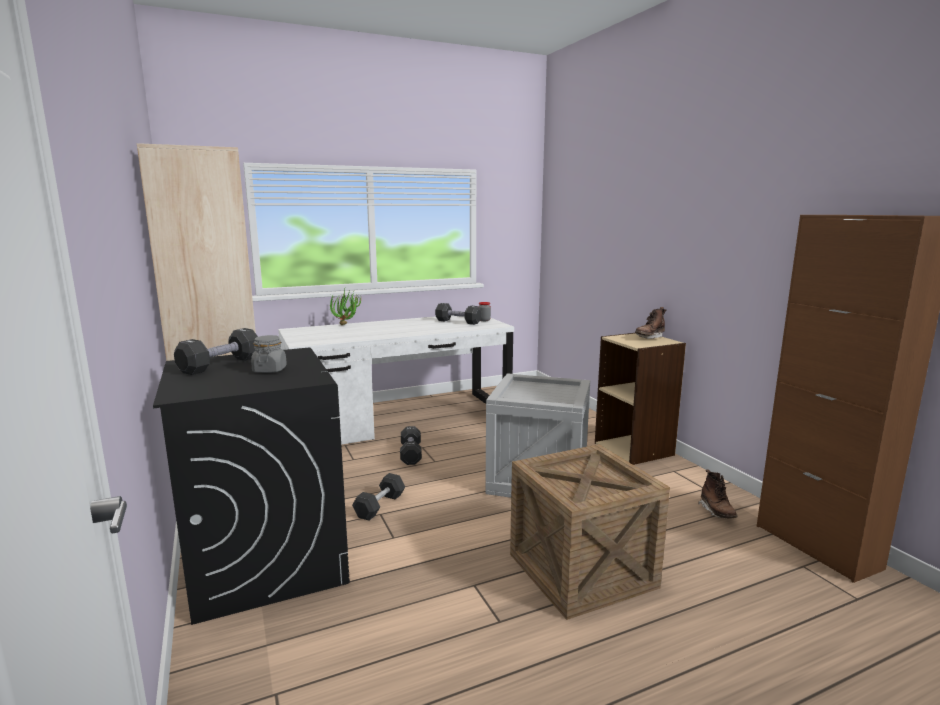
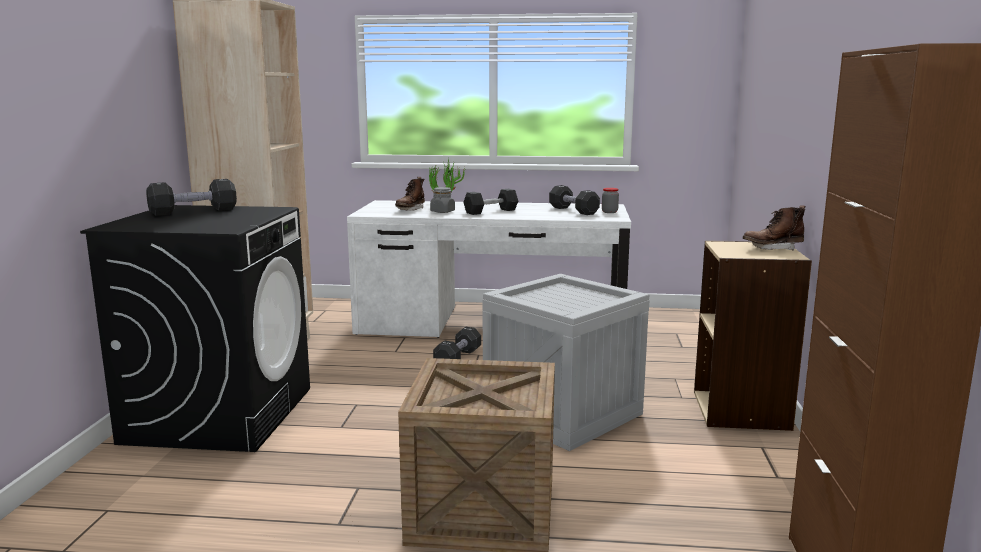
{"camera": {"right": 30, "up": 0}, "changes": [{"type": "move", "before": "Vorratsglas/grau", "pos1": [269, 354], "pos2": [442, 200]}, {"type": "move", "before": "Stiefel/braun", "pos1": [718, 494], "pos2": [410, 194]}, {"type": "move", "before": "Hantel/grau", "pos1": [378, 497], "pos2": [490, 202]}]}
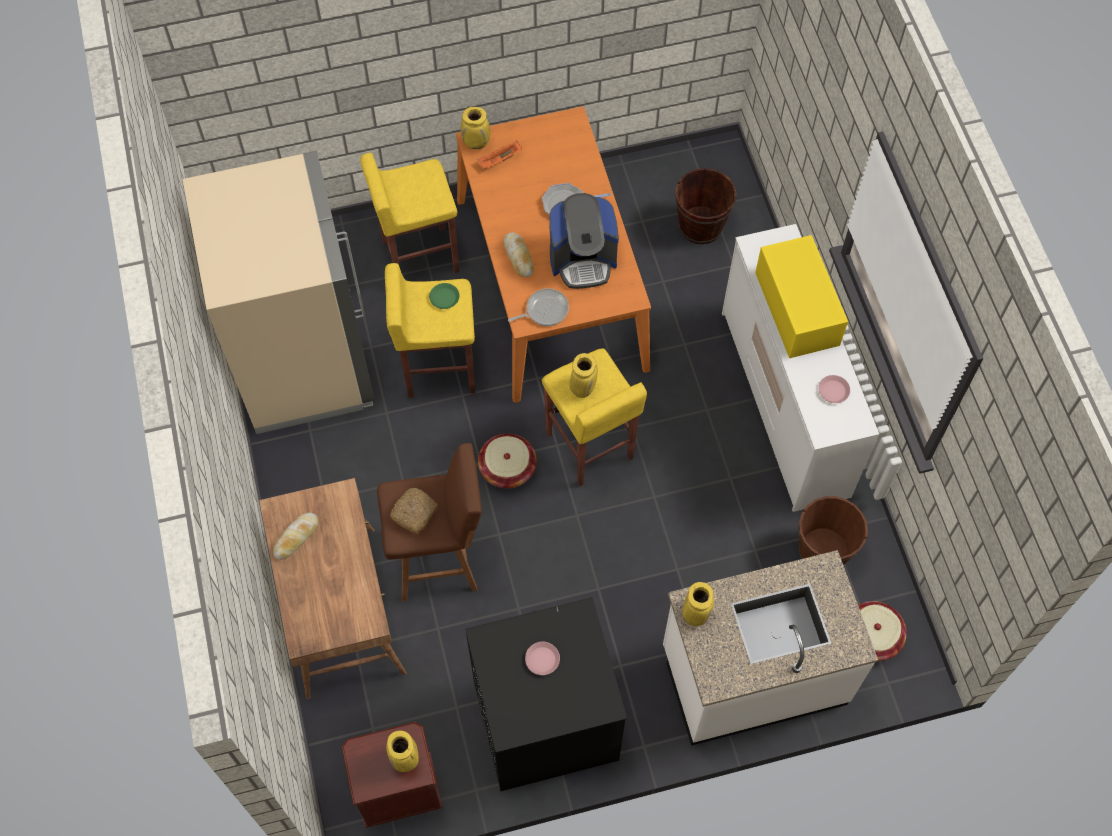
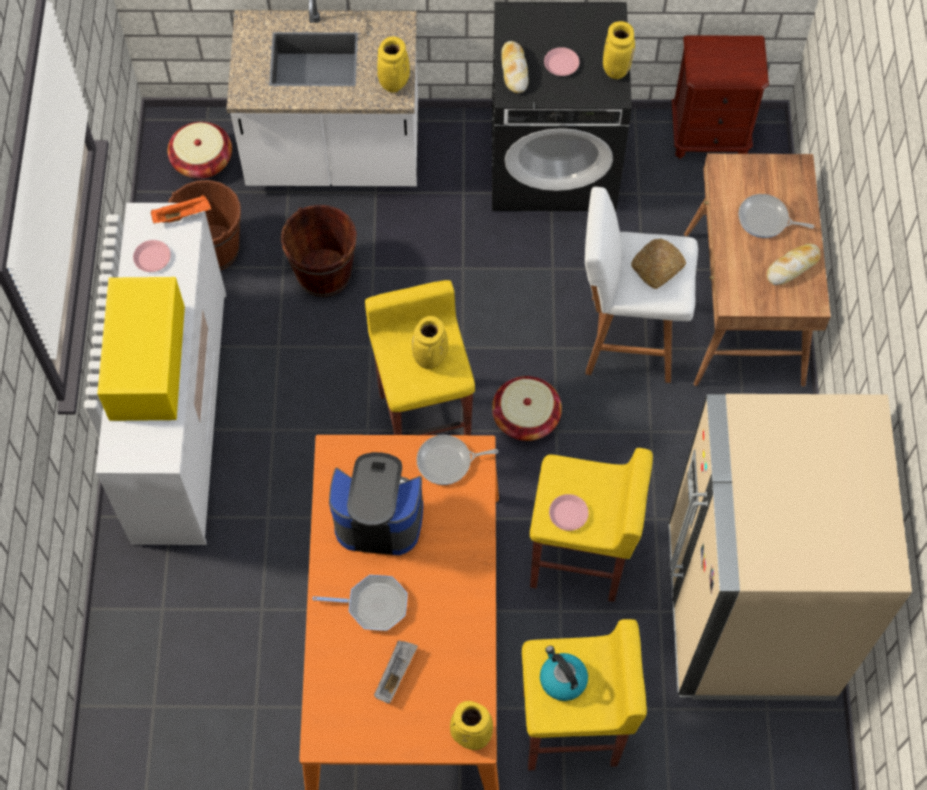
{"camera": {"right": -165, "up": 0}, "changes": [{"type": "move", "before": "Tablett/orange", "pos1": [499, 155], "pos2": [181, 209]}, {"type": "move", "before": "Eimer/braun", "pos1": [706, 206], "pos2": [319, 251]}, {"type": "move", "before": "Brot", "pos1": [519, 254], "pos2": [515, 67]}, {"type": "recolor", "before": "Teller/grün", "after": "Teller/rosa", "pos1": [444, 296], "pos2": [569, 512]}, {"type": "recolor", "before": "Hocker/braun", "after": "Hocker/weiß", "pos1": [429, 522], "pos2": [641, 285]}, {"type": "move", "before": "Vase/gelb", "pos1": [402, 751], "pos2": [619, 50]}, {"type": "insert", "after": "Pfanne", "pos2": [776, 216]}, {"type": "insert", "after": "Tablett/grau", "pos2": [396, 672]}, {"type": "insert", "after": "Wasserkessel", "pos2": [564, 673]}]}
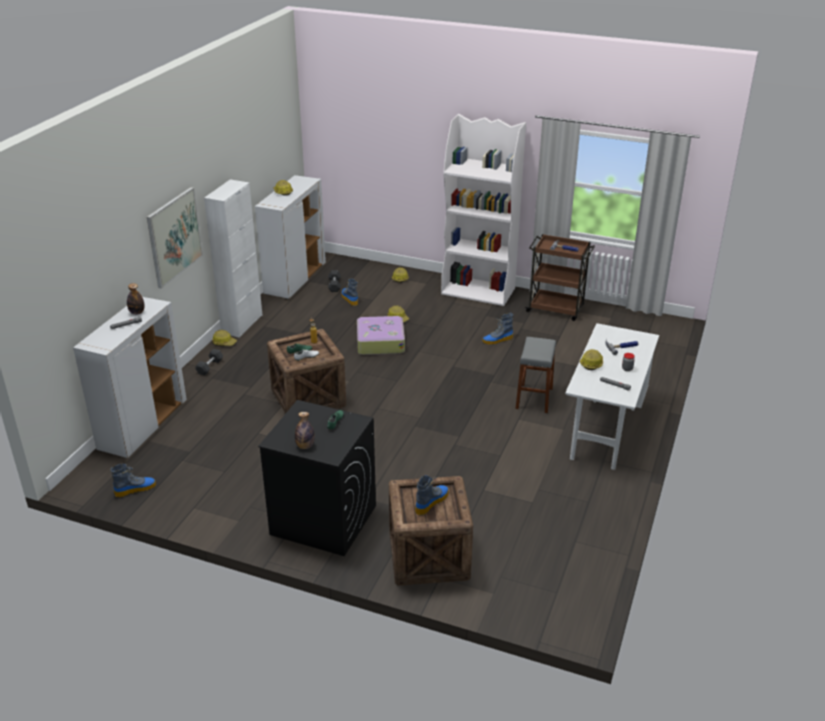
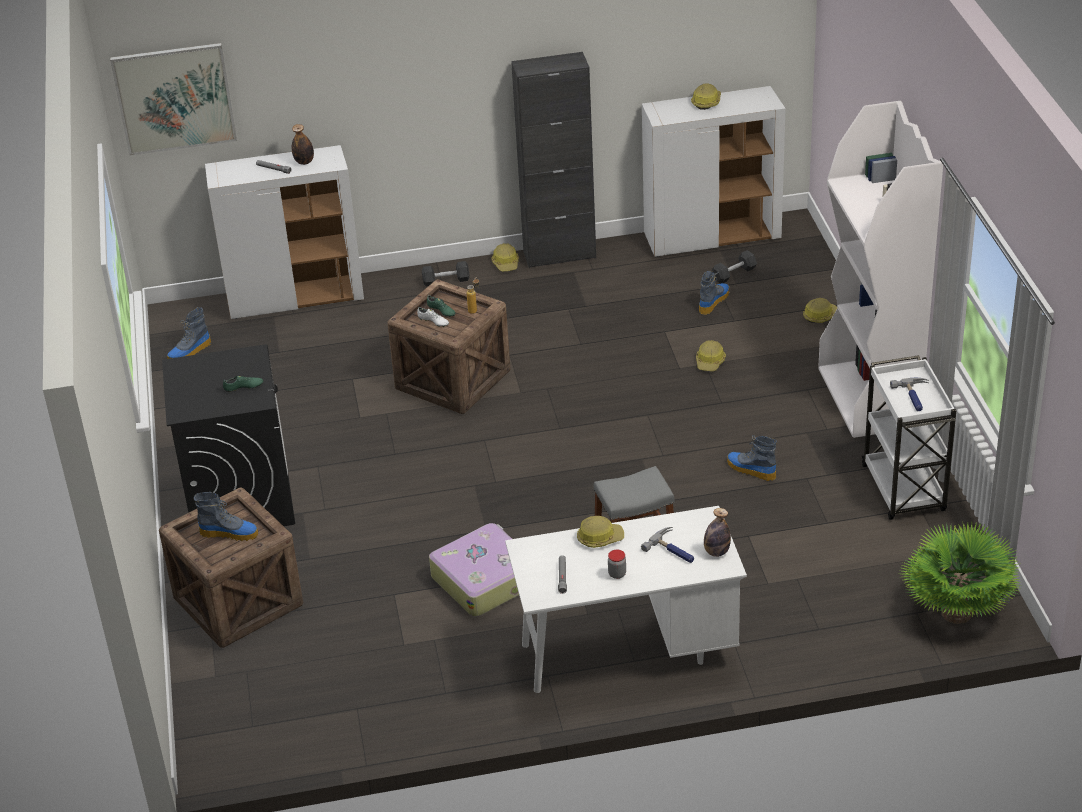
{"camera": {"right": 60, "up": 5}, "changes": [{"type": "recolor", "before": "Schrank/weiß", "after": "Schrank/schwarz", "pos1": [233, 259], "pos2": [553, 160]}, {"type": "move", "before": "Bild", "pos1": [175, 238], "pos2": [173, 99]}, {"type": "recolor", "before": "Rollwagen/braun", "after": "Rollwagen/weiß", "pos1": [559, 277], "pos2": [908, 437]}, {"type": "move", "before": "Koffer", "pos1": [381, 335], "pos2": [474, 570]}, {"type": "move", "before": "Flasche", "pos1": [305, 430], "pos2": [717, 532]}, {"type": "rotate", "before": "Stiefel", "pos1": [133, 480], "pos2": [189, 333], "turn": 105}, {"type": "insert", "after": "Topfpflanze", "pos2": [961, 572]}]}
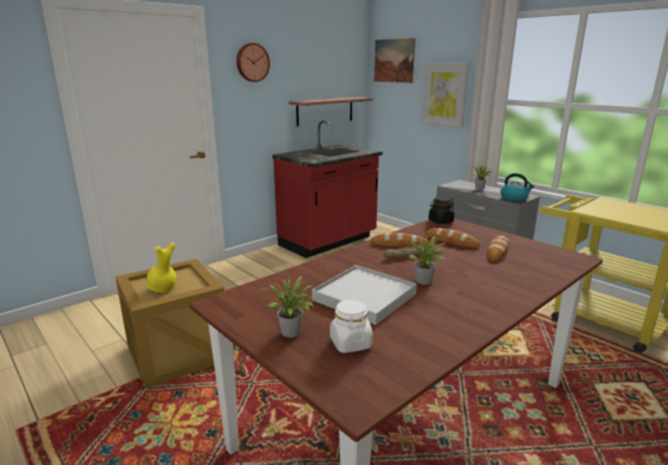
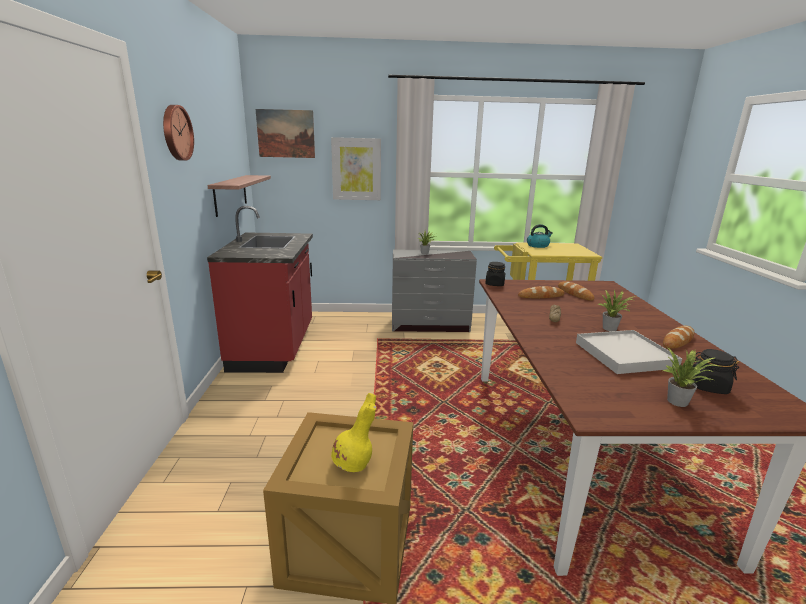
{"camera": {"right": -50, "up": 0}, "changes": [{"type": "move", "before": "Wasserkessel", "pos1": [517, 187], "pos2": [540, 236]}, {"type": "move", "before": "Brot", "pos1": [399, 240], "pos2": [678, 337]}, {"type": "recolor", "before": "Vorratsglas/weiß", "after": "Vorratsglas/schwarz", "pos1": [351, 326], "pos2": [716, 371]}]}
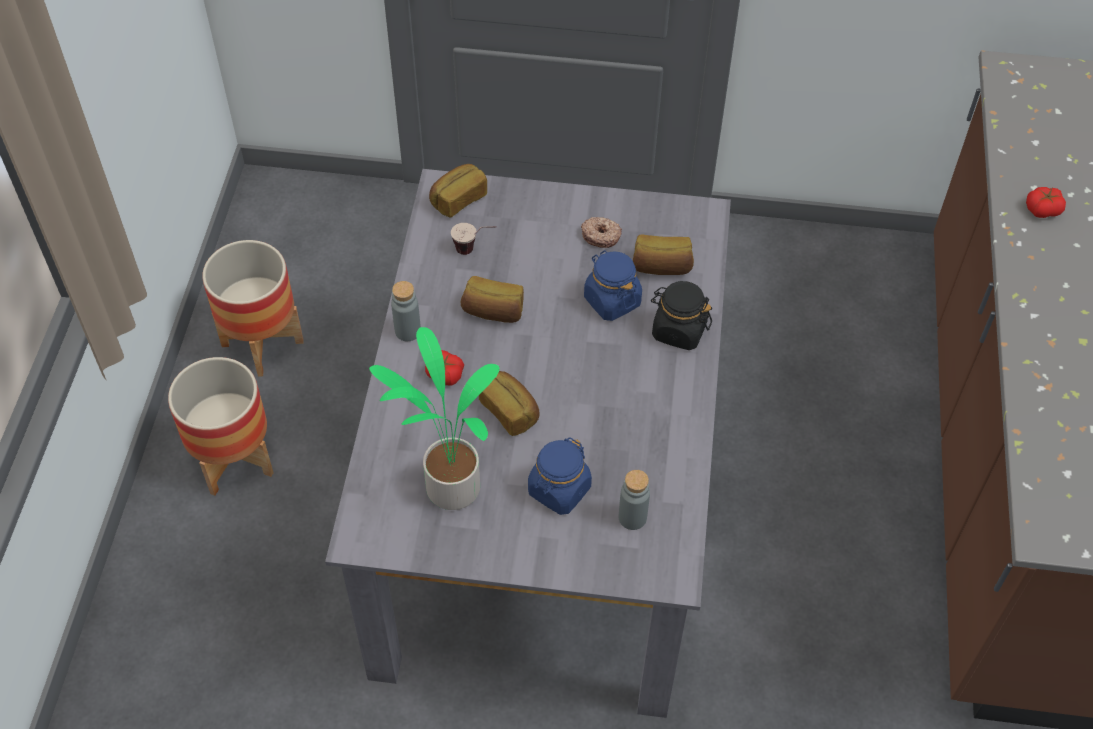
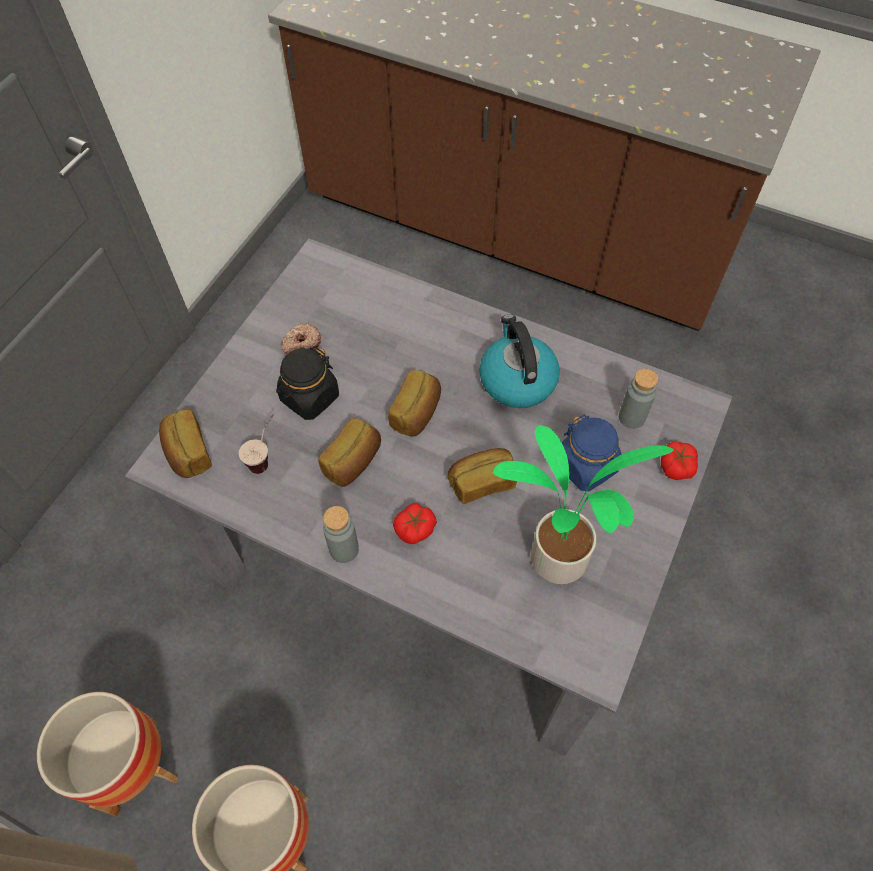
{"camera": {"right": -70, "up": 5}, "changes": [{"type": "move", "before": "Tomate", "pos1": [1046, 202], "pos2": [679, 460]}, {"type": "move", "before": "Brot", "pos1": [663, 255], "pos2": [414, 403]}, {"type": "delete", "before": "Vorratsglas/blau", "pos1": [613, 285]}, {"type": "move", "before": "Vorratsglas/schwarz", "pos1": [681, 315], "pos2": [307, 383]}, {"type": "insert", "after": "Wasserkessel", "pos2": [519, 361]}]}
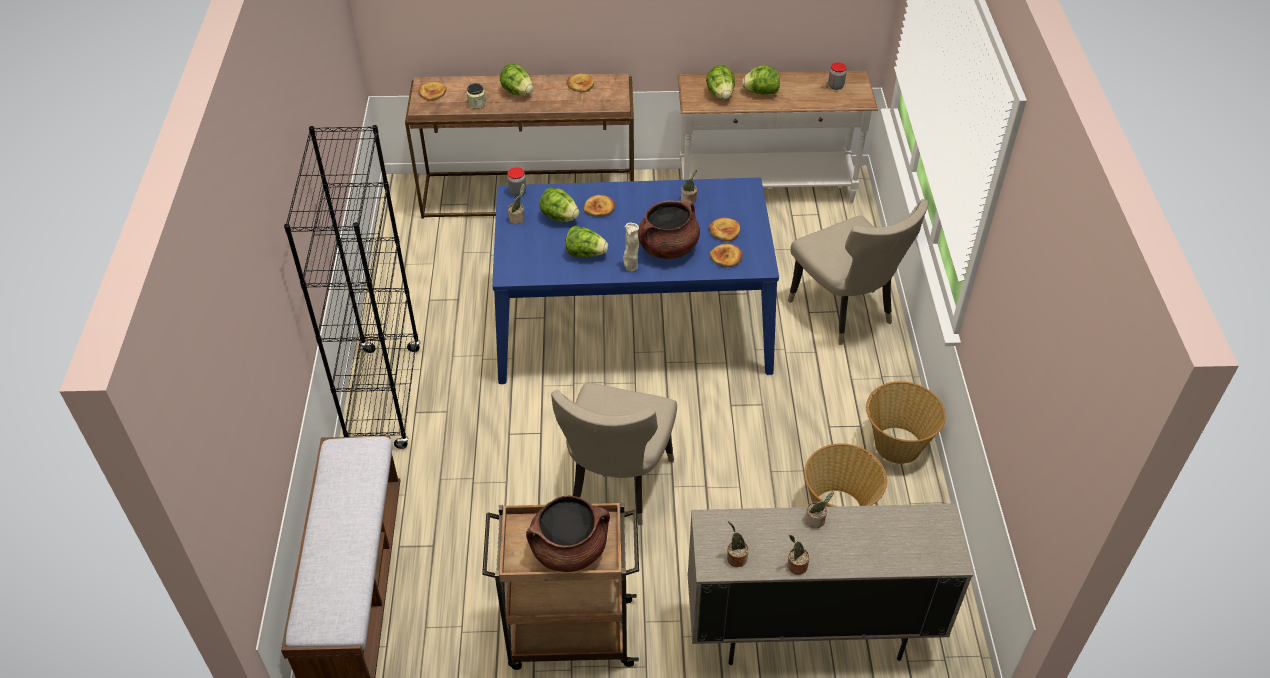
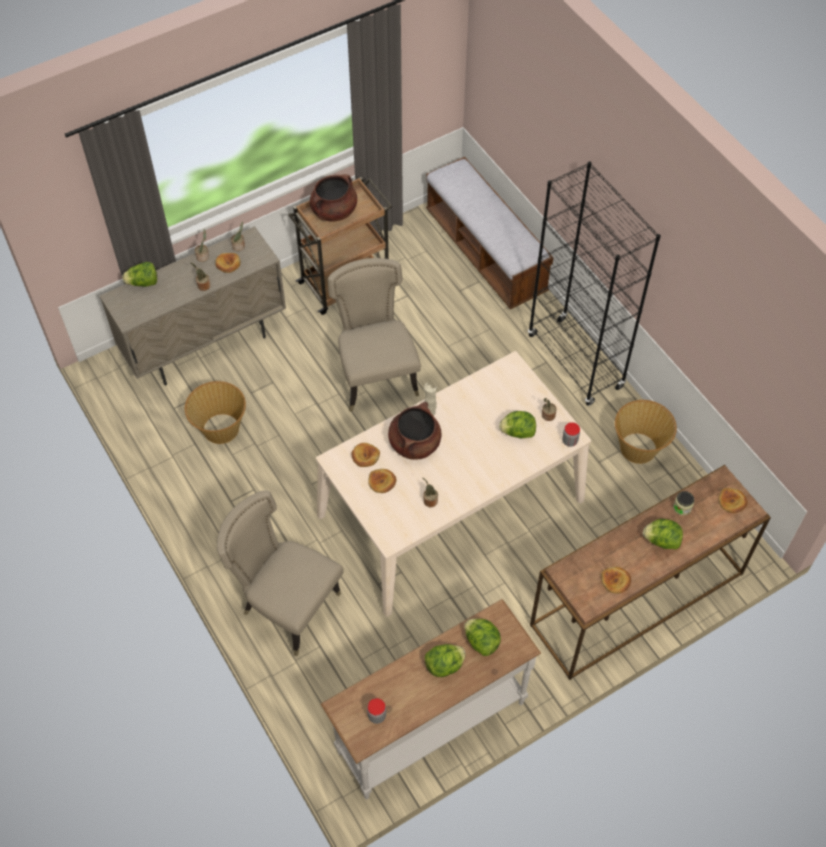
{"camera": {"right": 150, "up": 10}, "changes": [{"type": "recolor", "before": "Esstisch/blau", "after": "Esstisch/beige", "pos1": [635, 281], "pos2": [453, 484]}, {"type": "move", "before": "Brot", "pos1": [599, 206], "pos2": [228, 263]}, {"type": "move", "before": "Salatkopf", "pos1": [586, 241], "pos2": [139, 274]}, {"type": "move", "before": "Korb", "pos1": [906, 422], "pos2": [646, 432]}]}
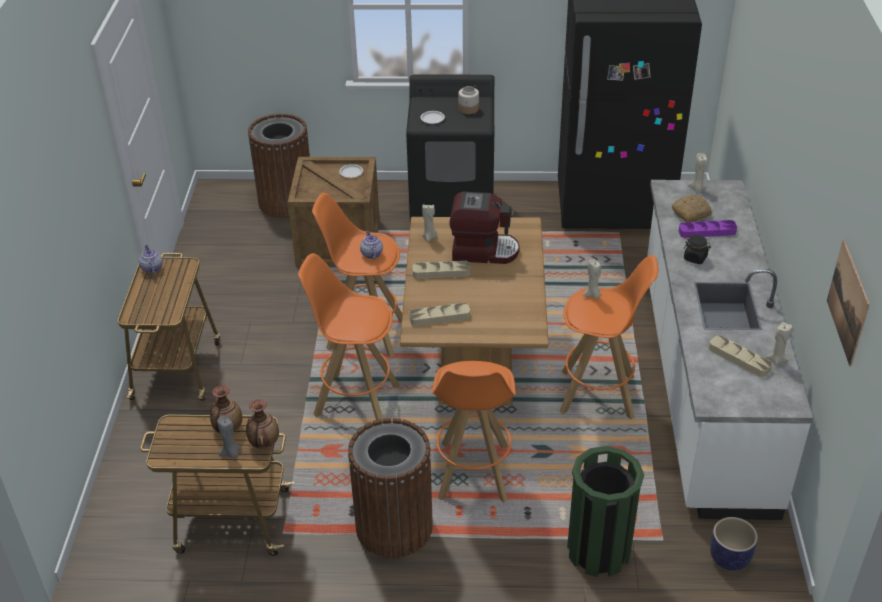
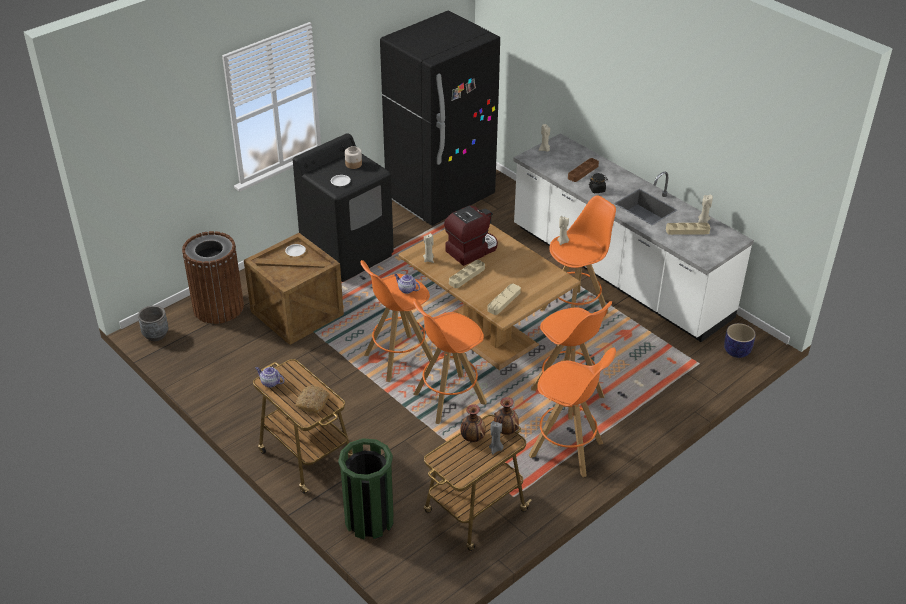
{"camera": {"right": -45, "up": 0}, "changes": [{"type": "move", "before": "Brot", "pos1": [692, 208], "pos2": [312, 399]}, {"type": "recolor", "before": "Tablett/lila", "after": "Tablett/braun", "pos1": [708, 229], "pos2": [583, 170]}, {"type": "delete", "before": "Bild", "pos1": [848, 303]}, {"type": "replace", "before": "Mülleimer/braun", "after": "Hocker/orange", "pos1": [390, 488], "pos2": [572, 412]}, {"type": "move", "before": "Mülleimer/grün", "pos1": [605, 511], "pos2": [366, 488]}, {"type": "insert", "after": "Pflanzkübel/grau", "pos2": [153, 323]}]}
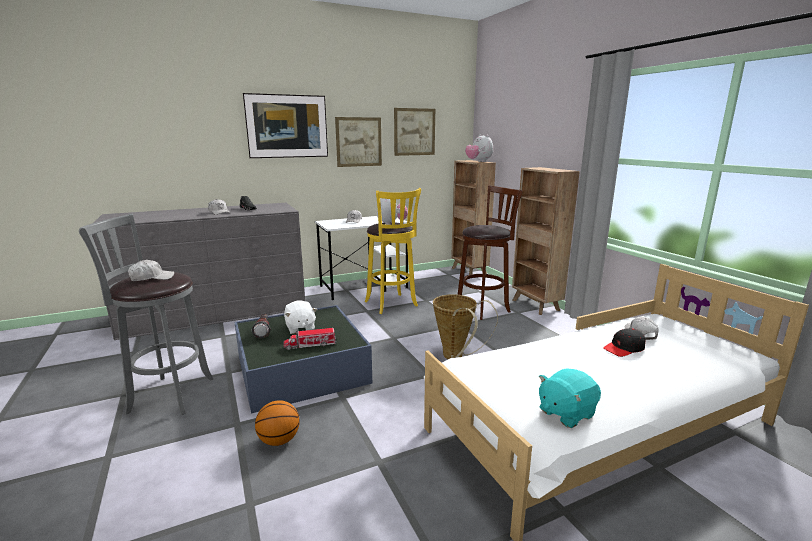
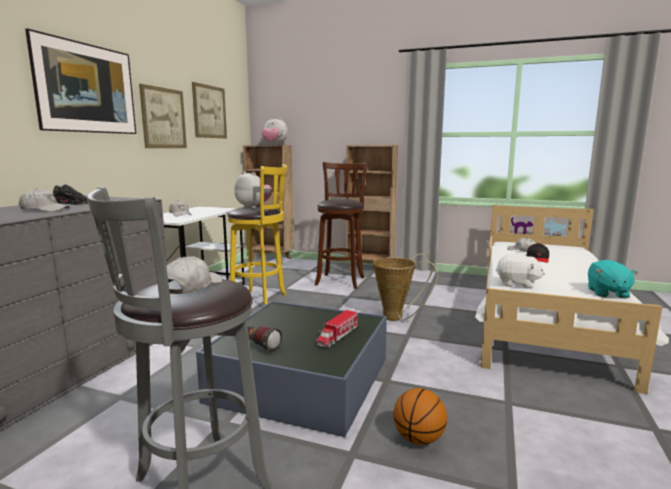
{"camera": {"right": -45, "up": -5}, "changes": [{"type": "move", "before": "Plüschtier/weiß", "pos1": [300, 317], "pos2": [521, 271]}]}
